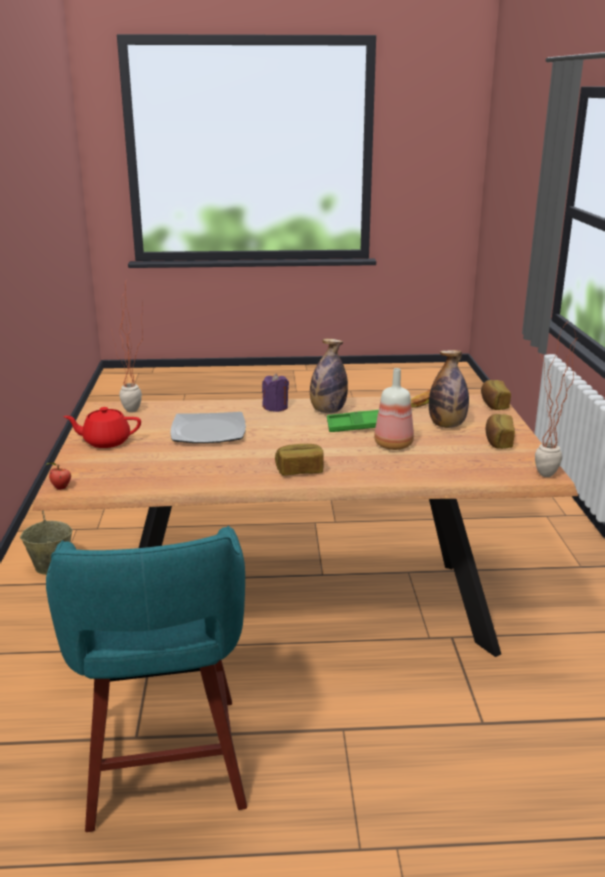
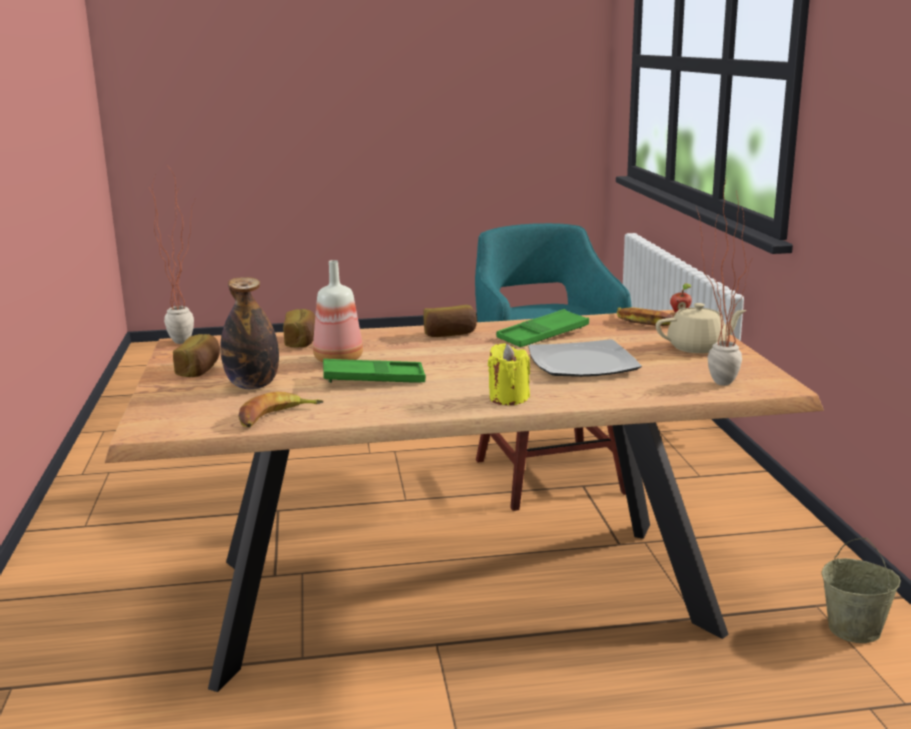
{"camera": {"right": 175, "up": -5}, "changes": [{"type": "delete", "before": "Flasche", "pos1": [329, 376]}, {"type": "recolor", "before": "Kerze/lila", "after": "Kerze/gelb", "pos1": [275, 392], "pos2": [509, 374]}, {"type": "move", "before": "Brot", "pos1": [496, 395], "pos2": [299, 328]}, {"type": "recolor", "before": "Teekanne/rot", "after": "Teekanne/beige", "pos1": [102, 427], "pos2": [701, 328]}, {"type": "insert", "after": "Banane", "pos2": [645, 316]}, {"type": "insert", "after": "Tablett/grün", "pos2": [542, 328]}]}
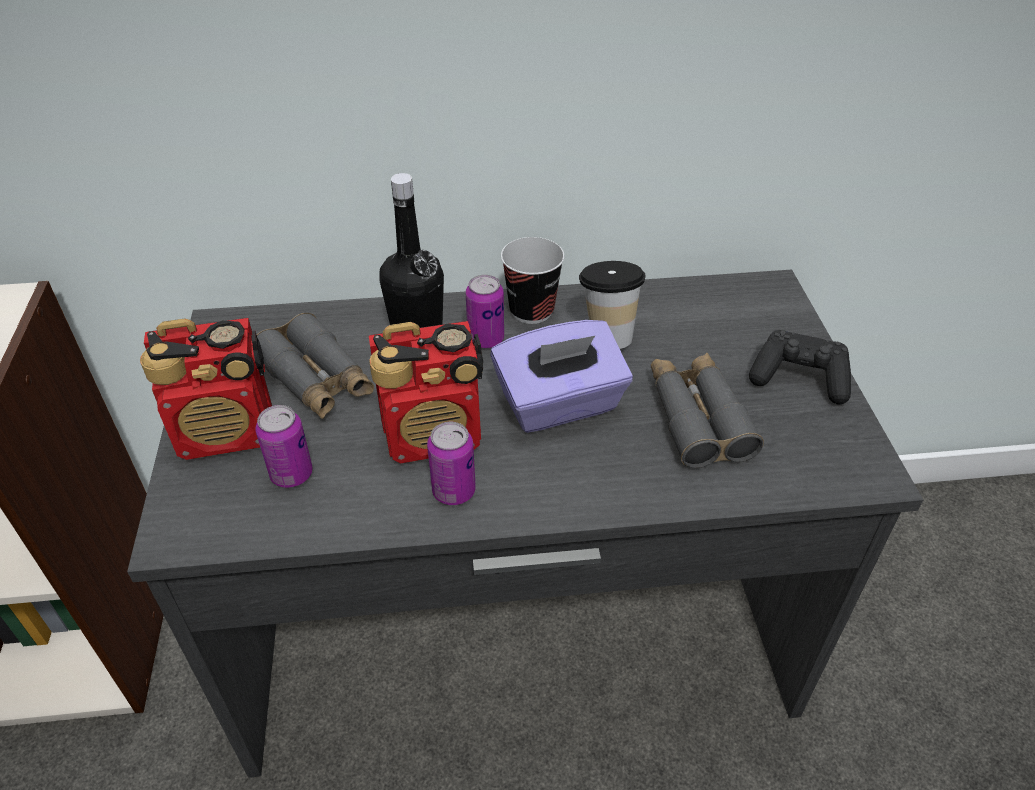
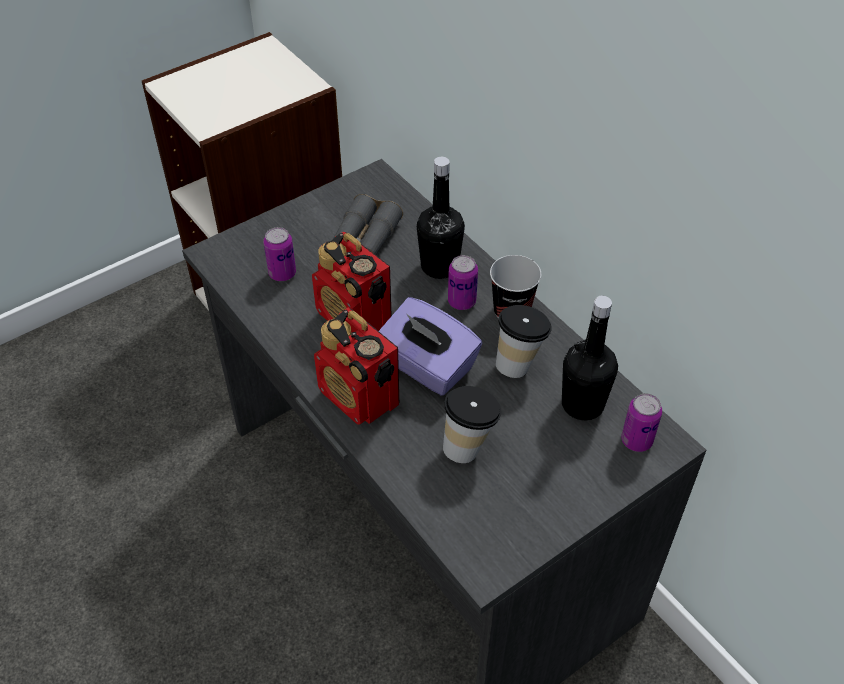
{"camera": {"right": 60, "up": 5}, "changes": [{"type": "move", "before": "Radio", "pos1": [206, 389], "pos2": [356, 366]}, {"type": "delete", "before": "Gamepad/schwarz", "pos1": [800, 367]}, {"type": "replace", "before": "Fernglas/grau", "after": "Tasse", "pos1": [707, 410], "pos2": [472, 424]}, {"type": "move", "before": "Dose", "pos1": [451, 463], "pos2": [641, 422]}, {"type": "insert", "after": "Flasche/schwarz", "pos2": [590, 358]}]}
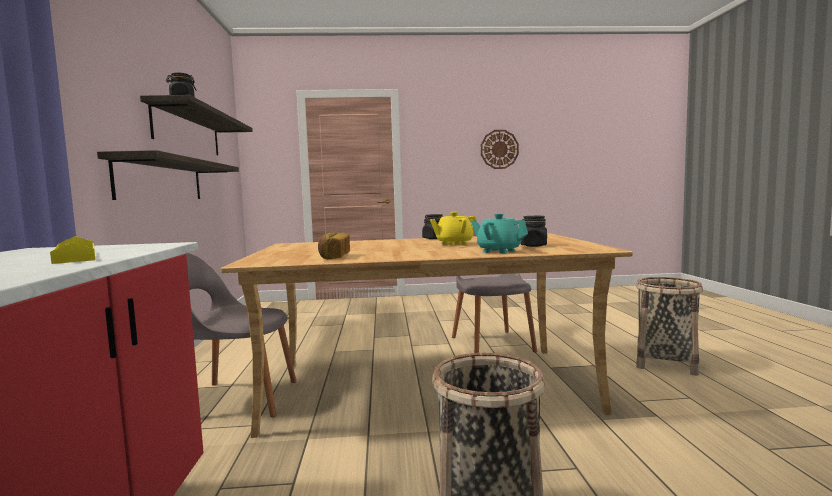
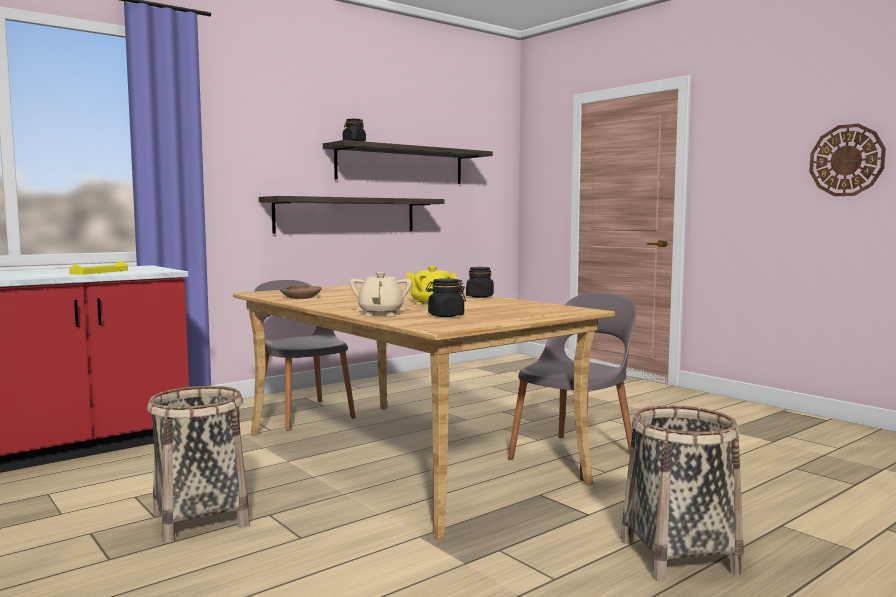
{"camera": {"right": 55, "up": 0}, "changes": [{"type": "recolor", "before": "Teekanne/türkis", "after": "Teekanne/beige", "pos1": [499, 233], "pos2": [380, 294]}, {"type": "replace", "before": "Brot", "after": "Schüssel/braun", "pos1": [334, 245], "pos2": [301, 292]}]}
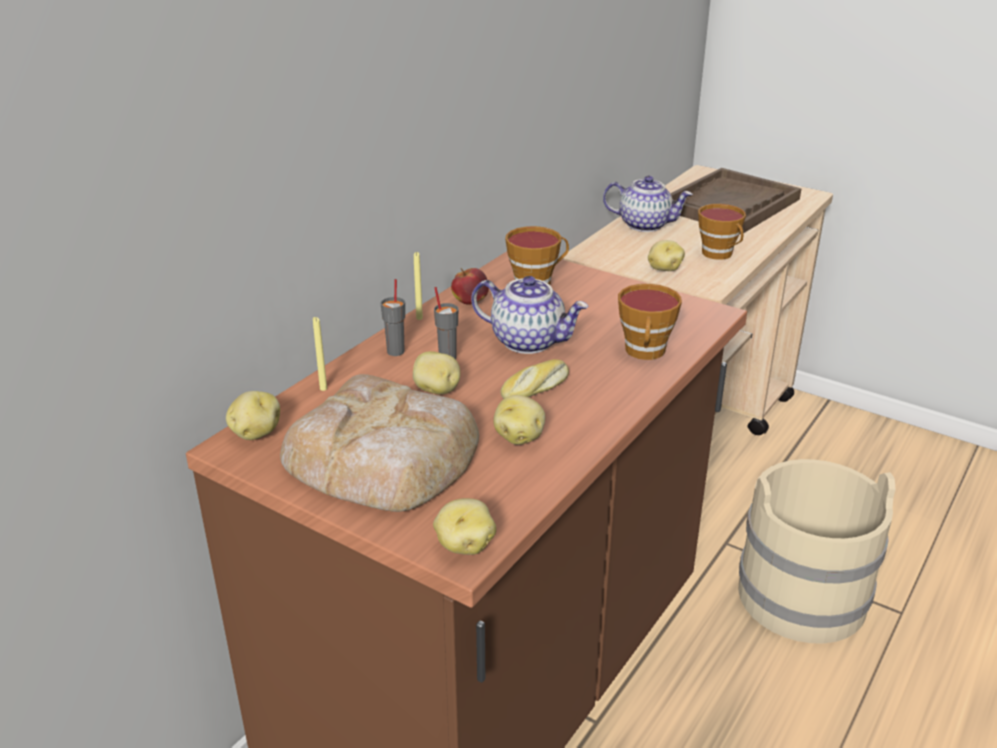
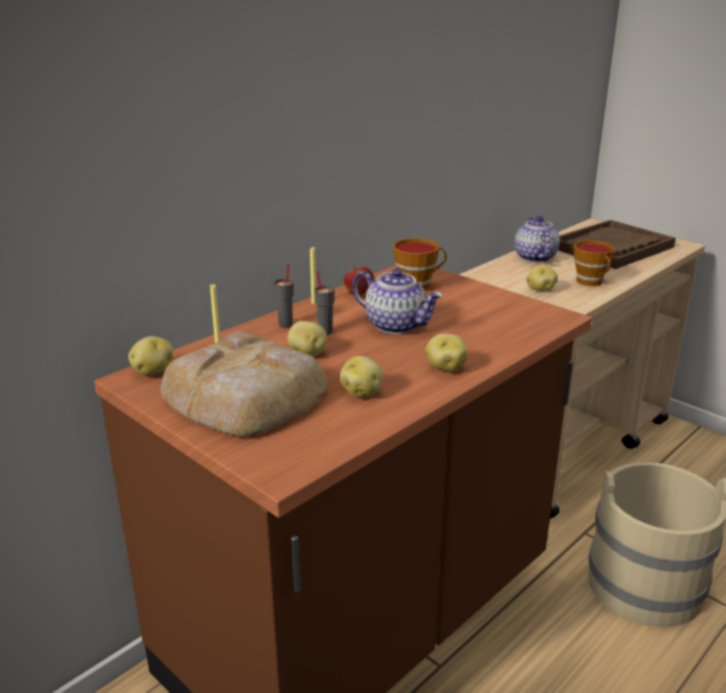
{"camera": {"right": 10, "up": -5}, "changes": [{"type": "rotate", "before": "Teekanne", "pos1": [647, 204], "pos2": [537, 239], "turn": -120}, {"type": "delete", "before": "Tasse", "pos1": [650, 322]}, {"type": "delete", "before": "Brot", "pos1": [534, 379]}, {"type": "move", "before": "Kartoffel", "pos1": [464, 526], "pos2": [446, 352]}]}
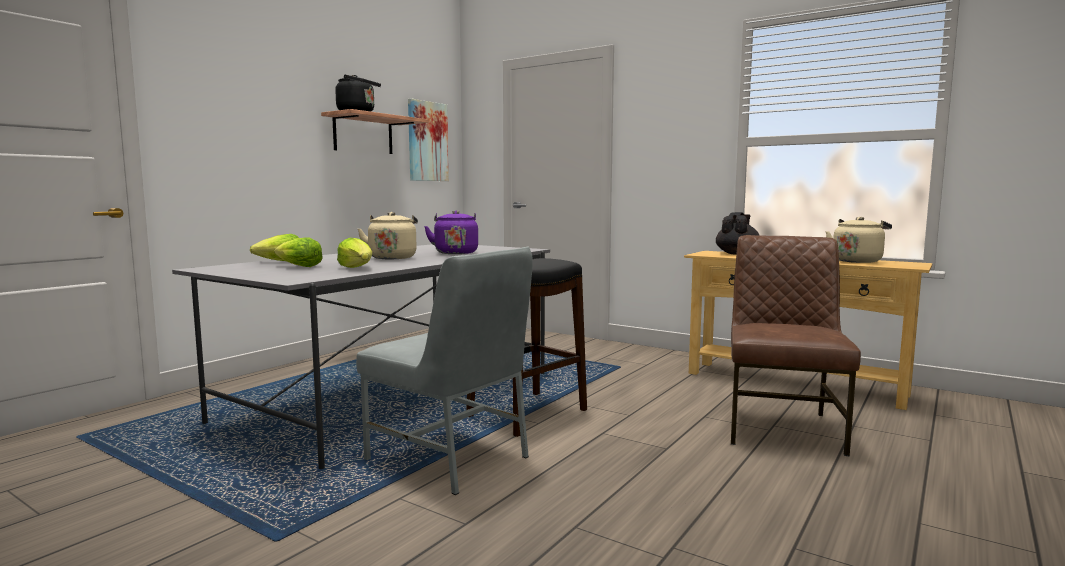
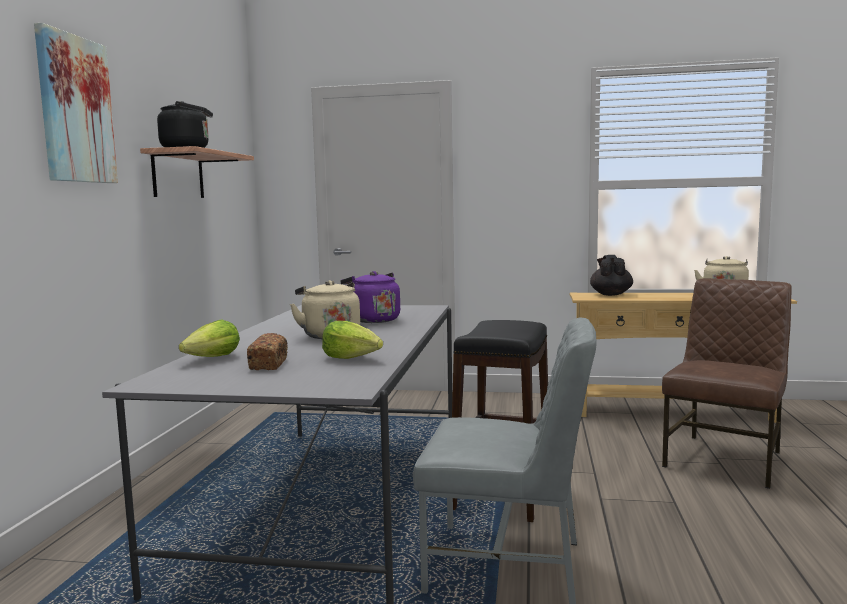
{"camera": {"right": -25, "up": 0}, "changes": [{"type": "move", "before": "Bild", "pos1": [428, 140], "pos2": [76, 103]}, {"type": "rotate", "before": "Stuhl/braun", "pos1": [796, 345], "pos2": [727, 383], "turn": 45}, {"type": "replace", "before": "Salatkopf", "after": "Brot", "pos1": [298, 252], "pos2": [267, 351]}]}
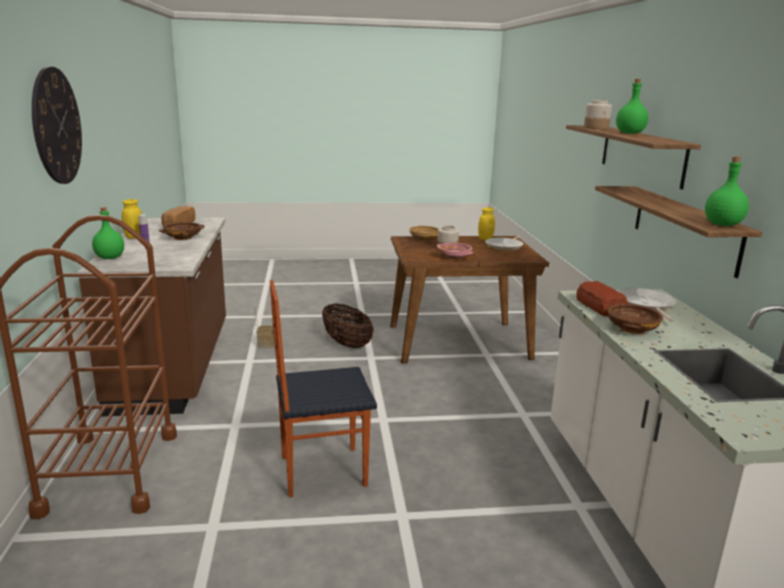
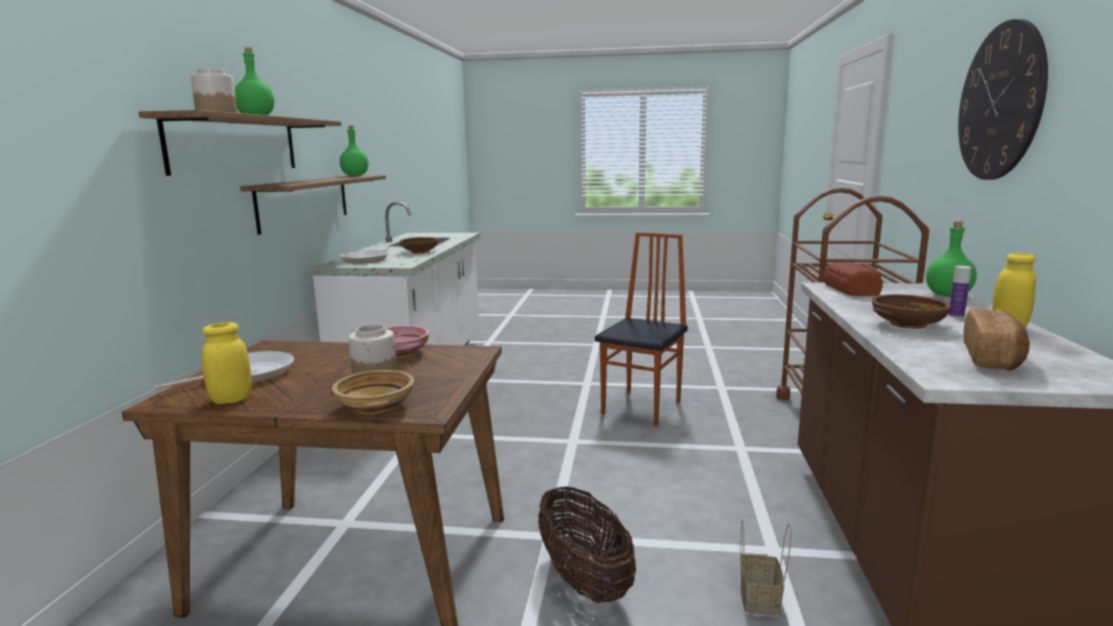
{"camera": {"right": -165, "up": -5}, "changes": [{"type": "rotate", "before": "Stuhl", "pos1": [323, 388], "pos2": [641, 329], "turn": -60}, {"type": "move", "before": "Brot", "pos1": [602, 298], "pos2": [853, 279]}]}
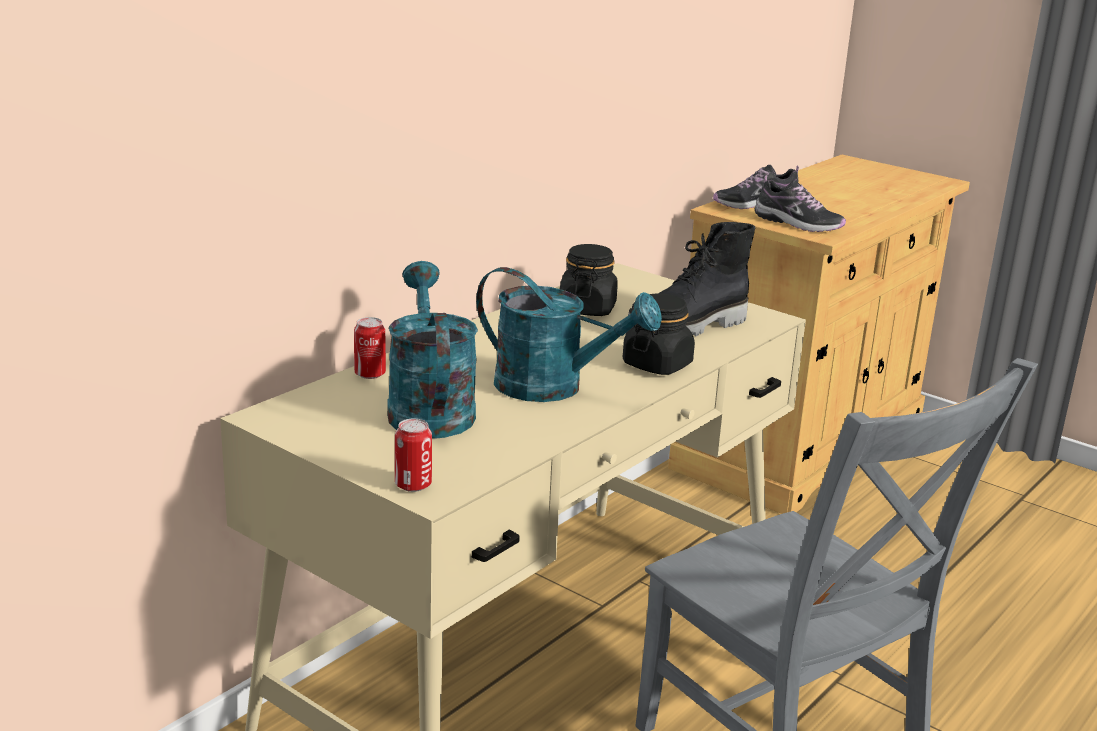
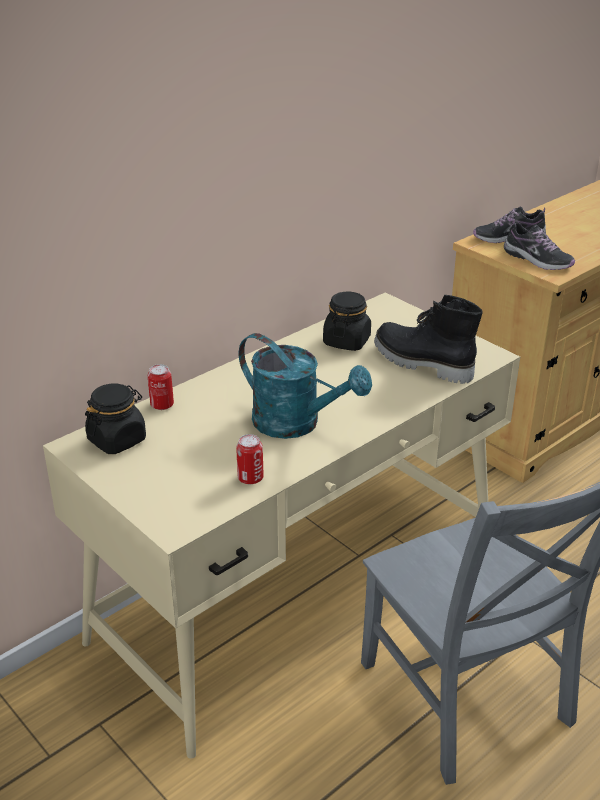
{"camera": {"right": 10, "up": 10}, "changes": [{"type": "rotate", "before": "Stiefel/schwarz", "pos1": [691, 279], "pos2": [428, 339], "turn": 60}, {"type": "delete", "before": "Gießkanne/türkis", "pos1": [432, 349]}, {"type": "move", "before": "Vorratsglas/schwarz", "pos1": [659, 334], "pos2": [115, 419]}, {"type": "move", "before": "Dose", "pos1": [413, 455], "pos2": [250, 459]}]}
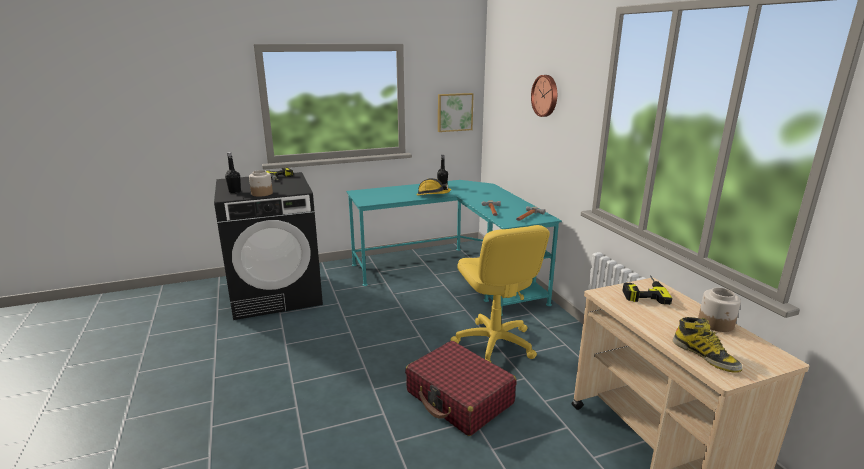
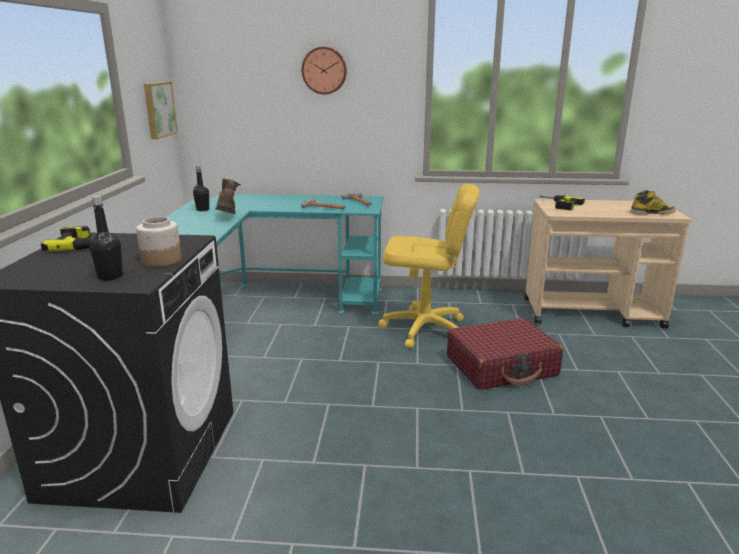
{"camera": {"right": -65, "up": 0}, "changes": [{"type": "replace", "before": "Schutzhelm", "after": "Stiefel/braun", "pos1": [434, 186], "pos2": [228, 196]}, {"type": "delete", "before": "Vorratsglas", "pos1": [719, 309]}]}
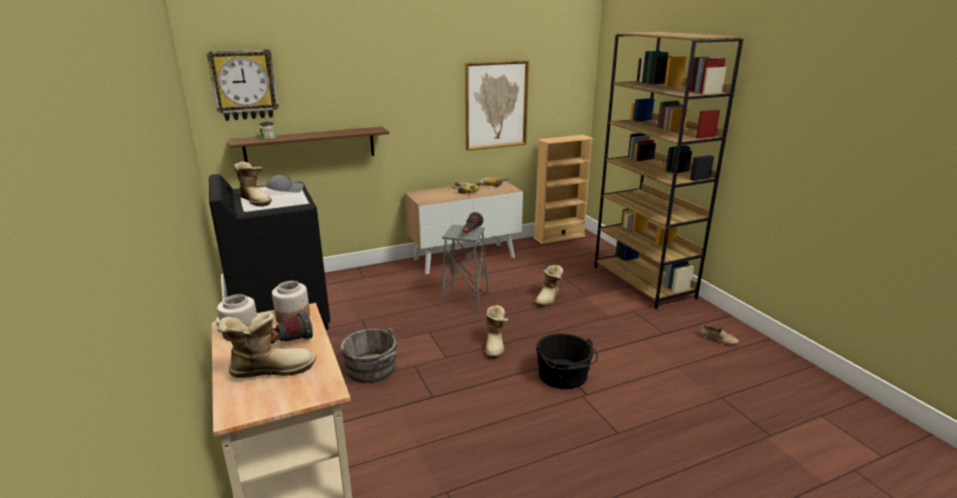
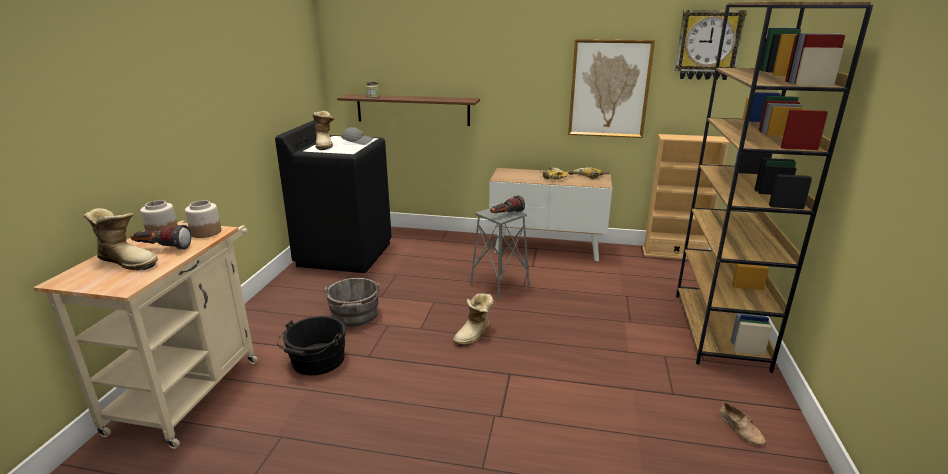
{"camera": {"right": 35, "up": 0}, "changes": [{"type": "move", "before": "Wanduhr", "pos1": [242, 85], "pos2": [711, 45]}, {"type": "delete", "before": "Stiefel", "pos1": [549, 286]}, {"type": "move", "before": "Eimer/schwarz", "pos1": [567, 361], "pos2": [311, 345]}]}
